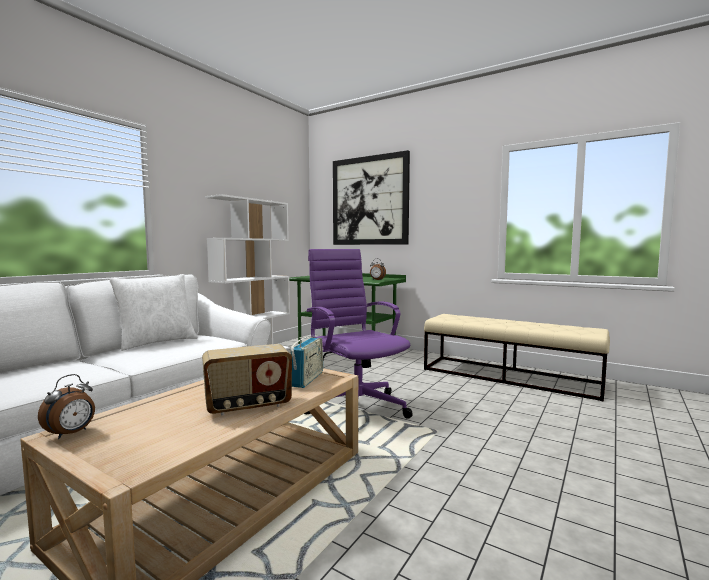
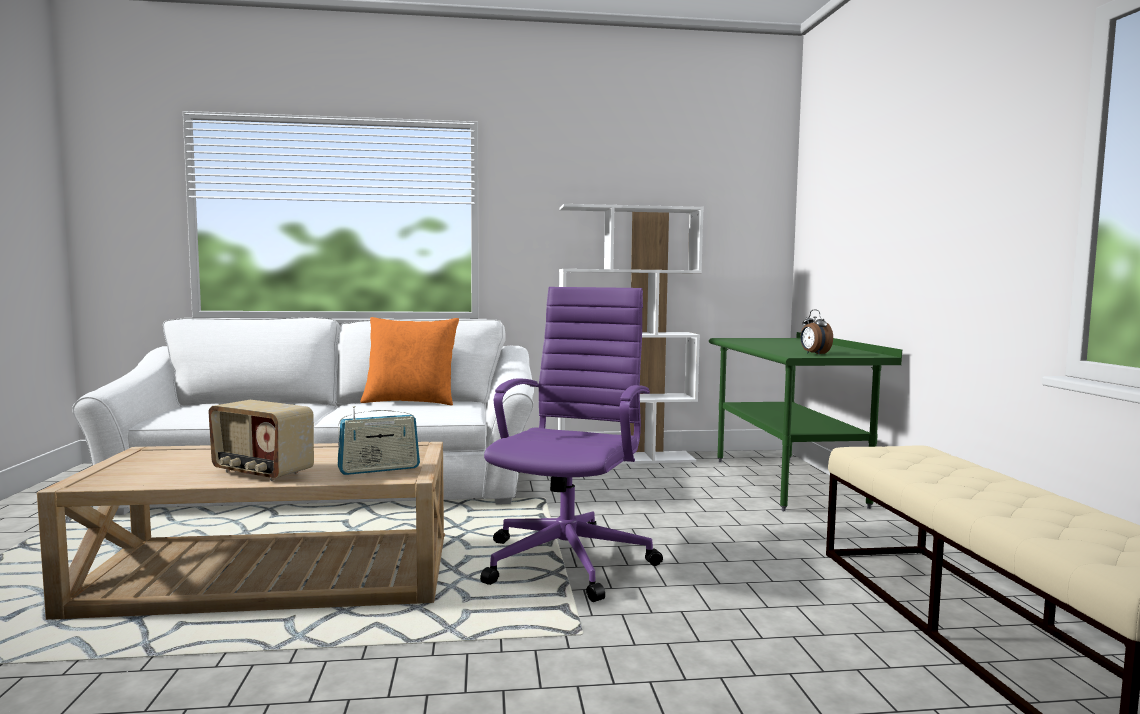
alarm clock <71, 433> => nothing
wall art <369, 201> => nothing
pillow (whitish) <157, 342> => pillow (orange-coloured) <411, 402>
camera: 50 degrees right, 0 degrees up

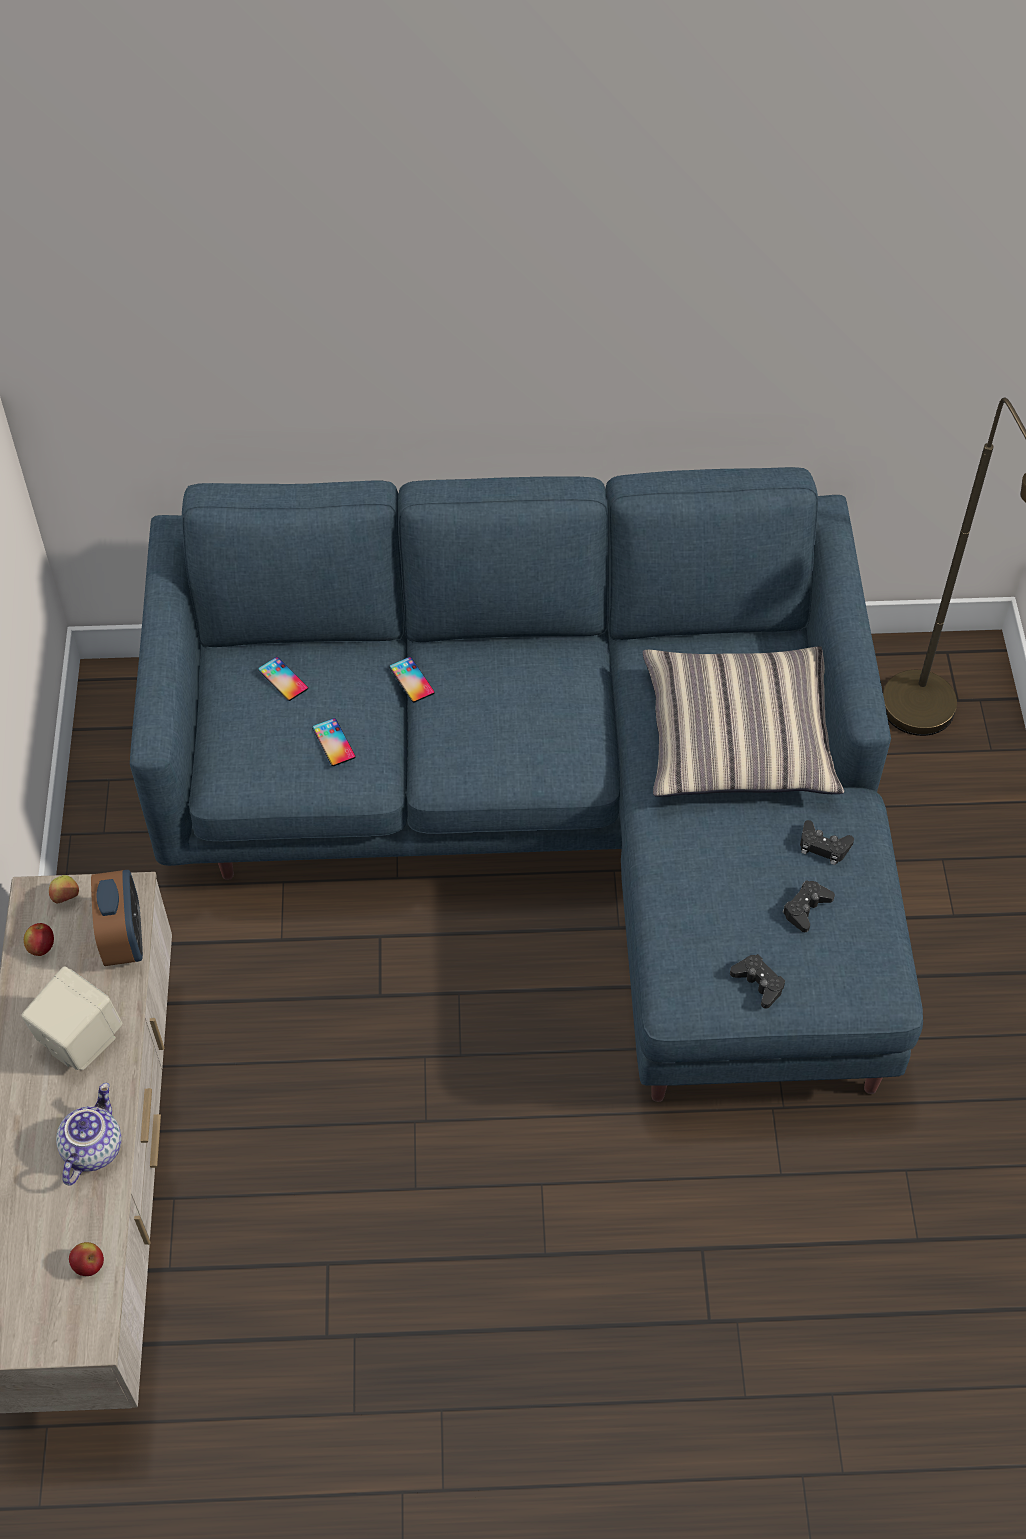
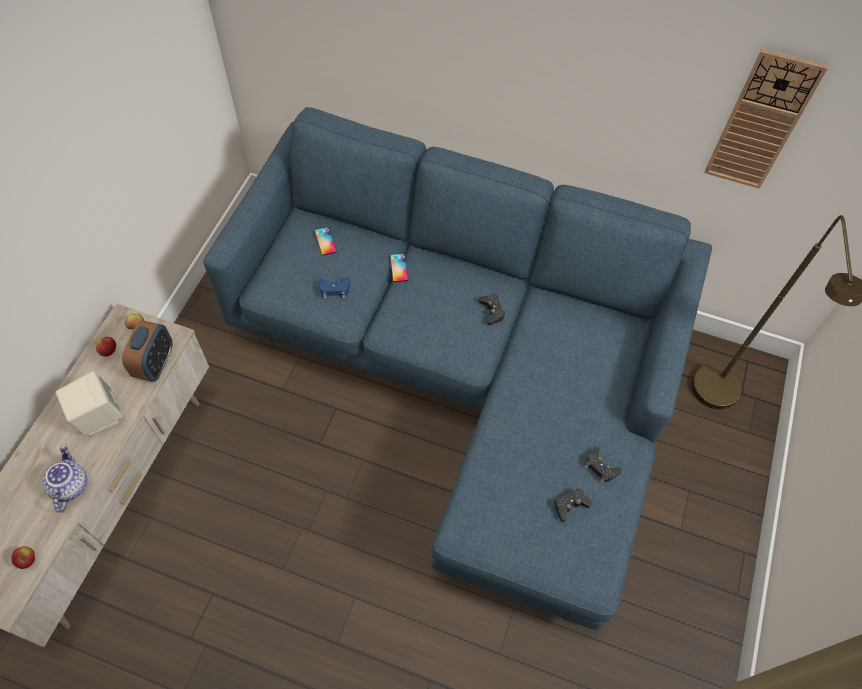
pillow <738, 737> => nothing
nothing => clock on the wall <761, 122>
gamepad (black-coloured) <758, 983> => gamepad (black-coloured) <492, 311>, moved
handset <333, 742> => gamepad (blue) <334, 289>
teapot <92, 1148> => teapot <69, 486>, 45 degrees counterclockwise
camera: 20 degrees right, 5 degrees up

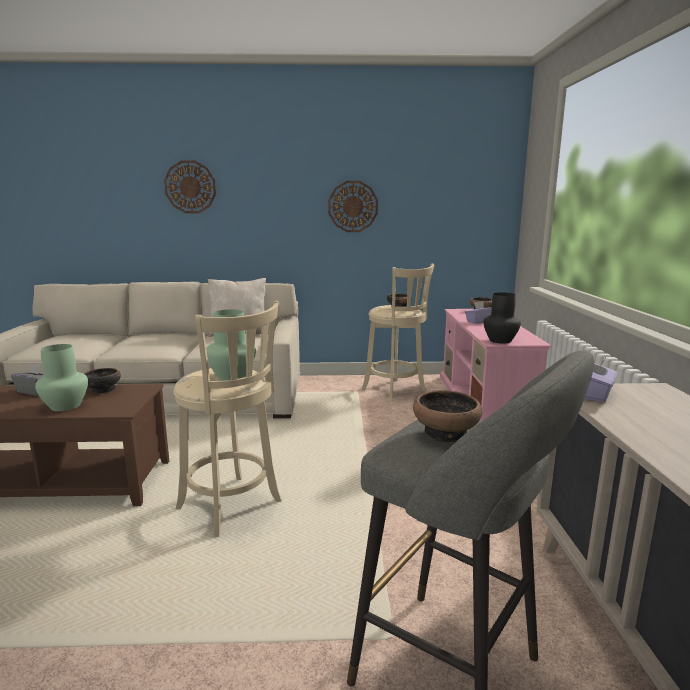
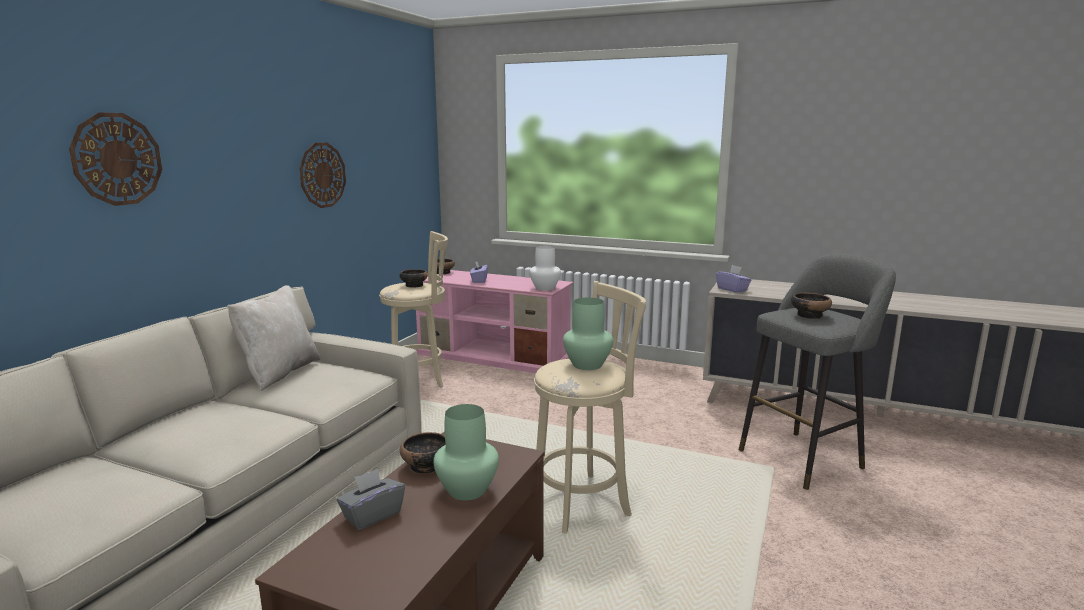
decorative vase (black-coloured) <500, 341> => decorative vase (whitish) <545, 288>
camera: 65 degrees left, 0 degrees up

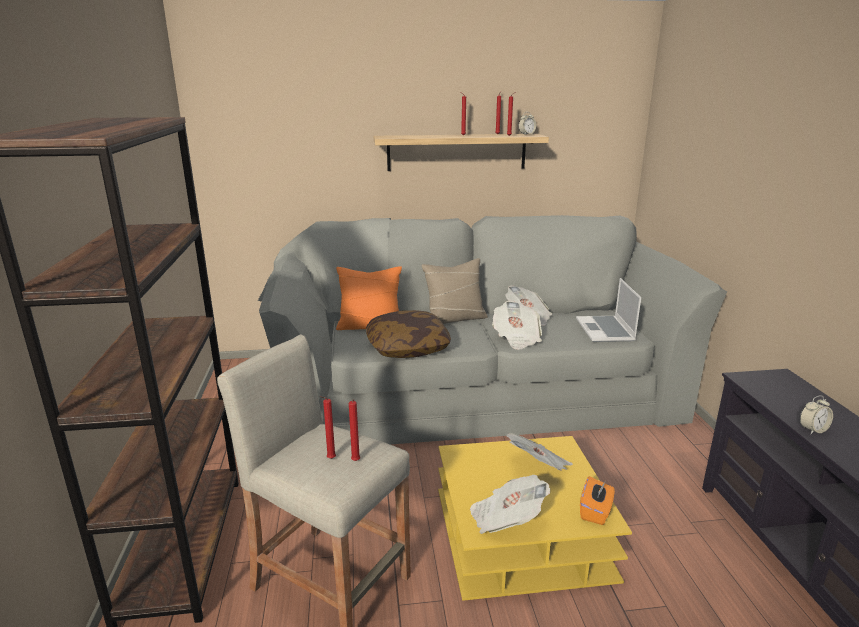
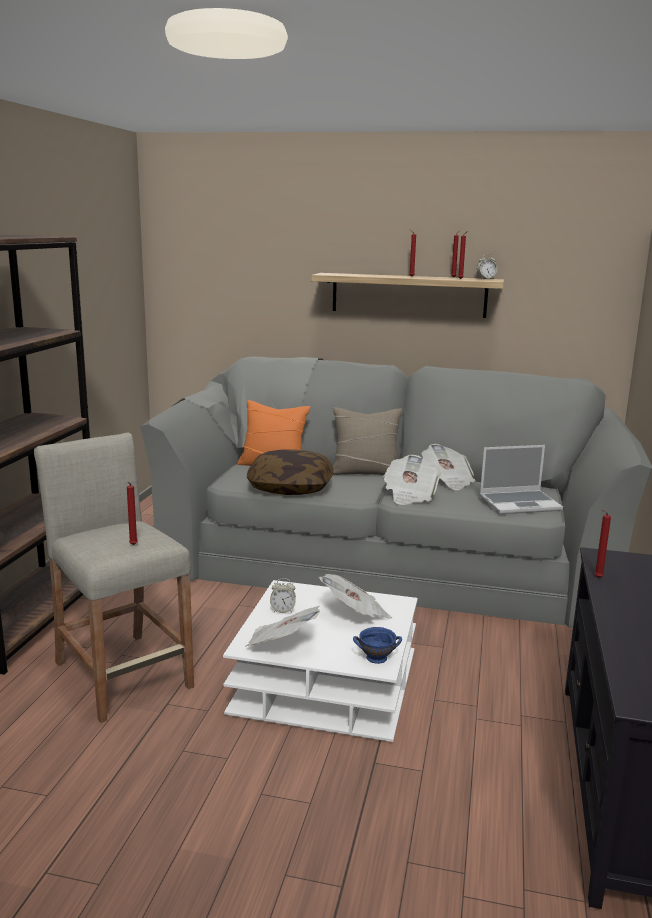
wax candle (reddish) <330, 459> => wax candle (reddish) <597, 578>, moved
alarm clock <812, 430> => alarm clock <283, 610>, moved
tissue box (orange-coloured) <595, 511> => deep dish (blue) <375, 657>
coffee table (yellowish) <521, 534> => coffee table (whitish) <326, 682>
notebook computer <606, 330> => notebook computer <520, 503>, 120 degrees counterclockwise
camera: 20 degrees right, 5 degrees down

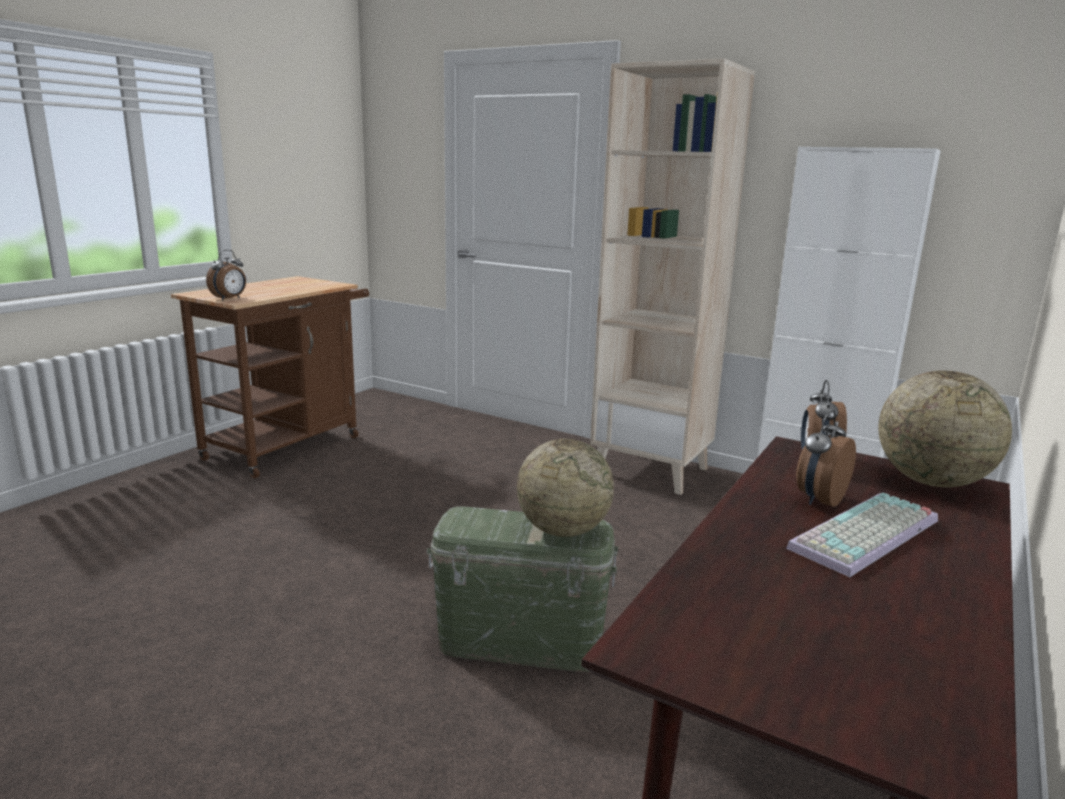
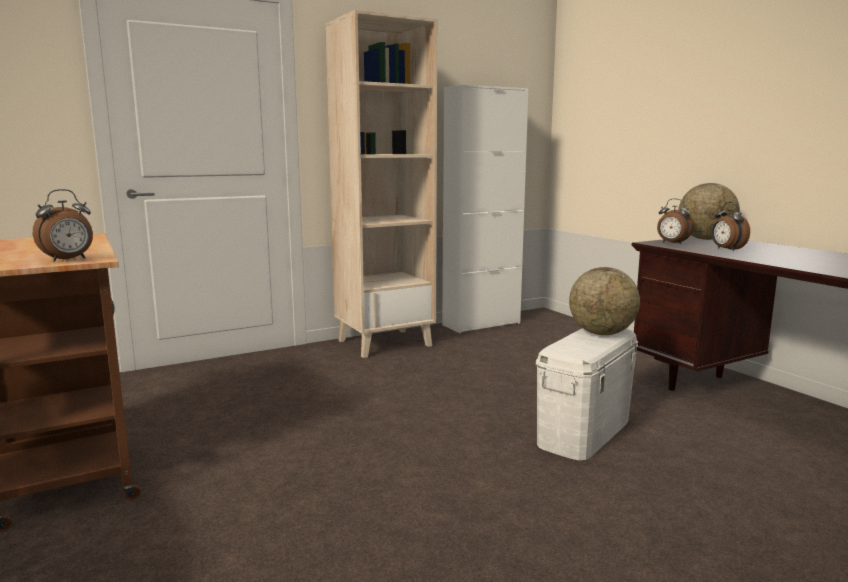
PC keyboard <867, 536> => nothing
storage box (greenish) <521, 641> => storage box (whitish) <584, 432>
alarm clock <230, 299> => alarm clock <69, 260>, 75 degrees clockwise
camera: 60 degrees left, 5 degrees down

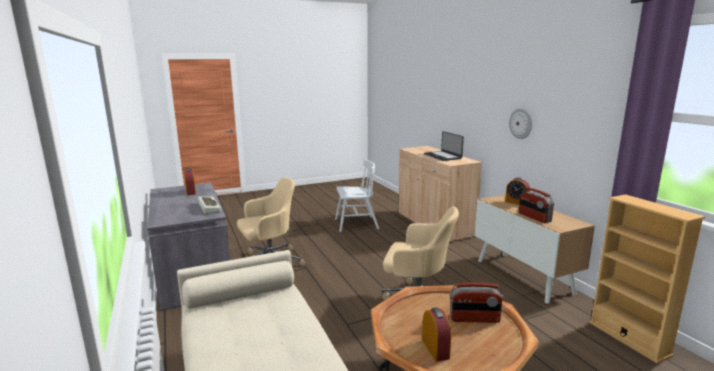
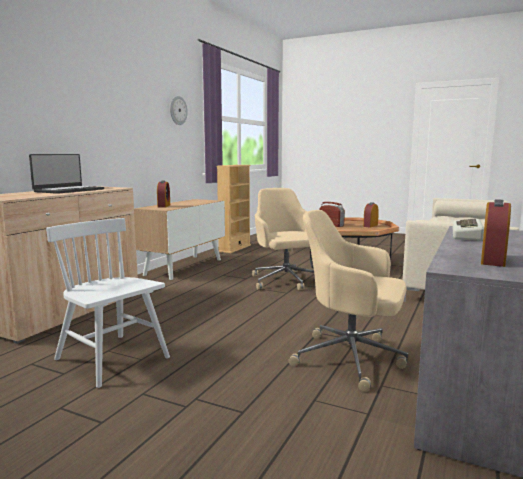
radio set <534, 217> => nothing
clock on the wall <521, 123> => clock on the wall <178, 110>, moved
camera: 130 degrees left, 5 degrees down

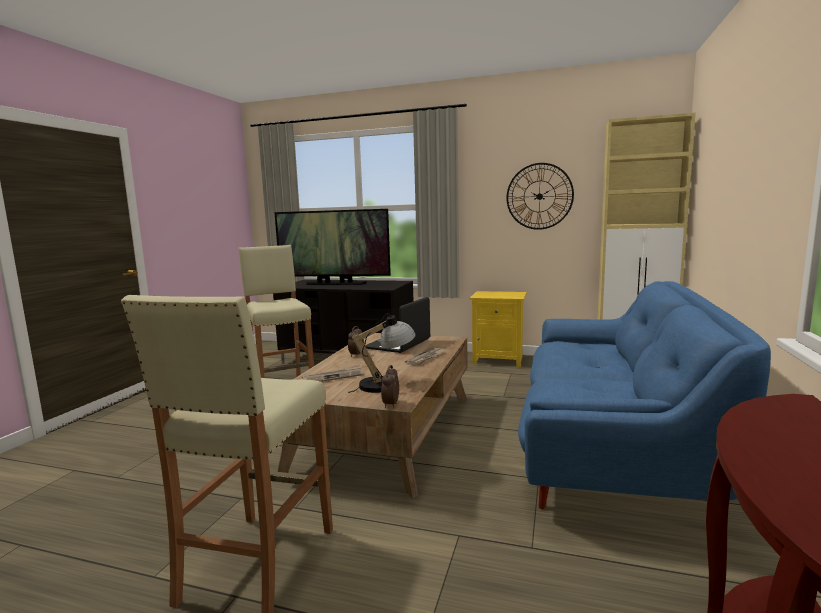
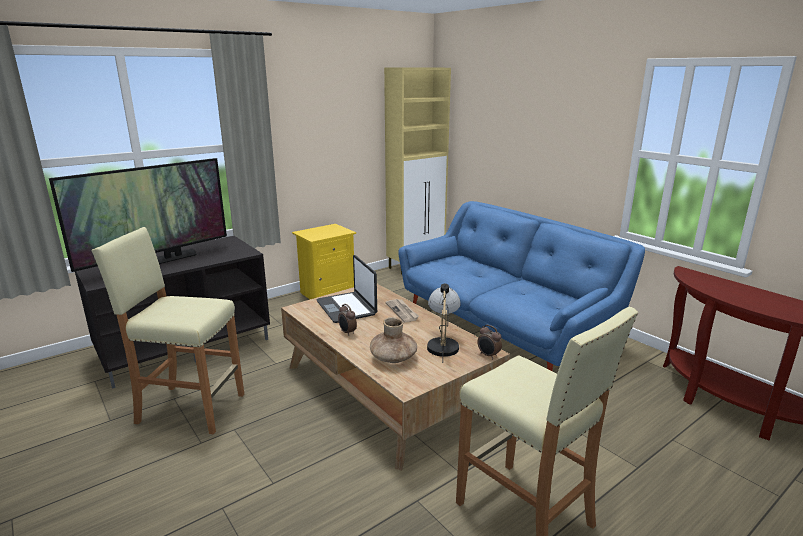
clock on the wall <539, 196> => nothing
newspaper <333, 377> => decorative vase (brownish) <393, 358>
camera: 55 degrees left, 10 degrees up

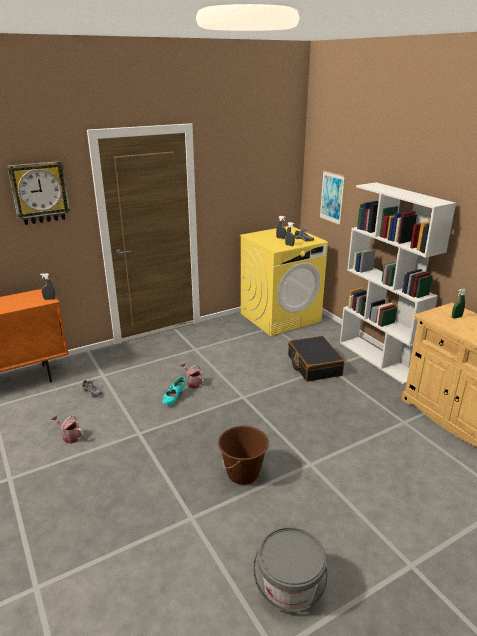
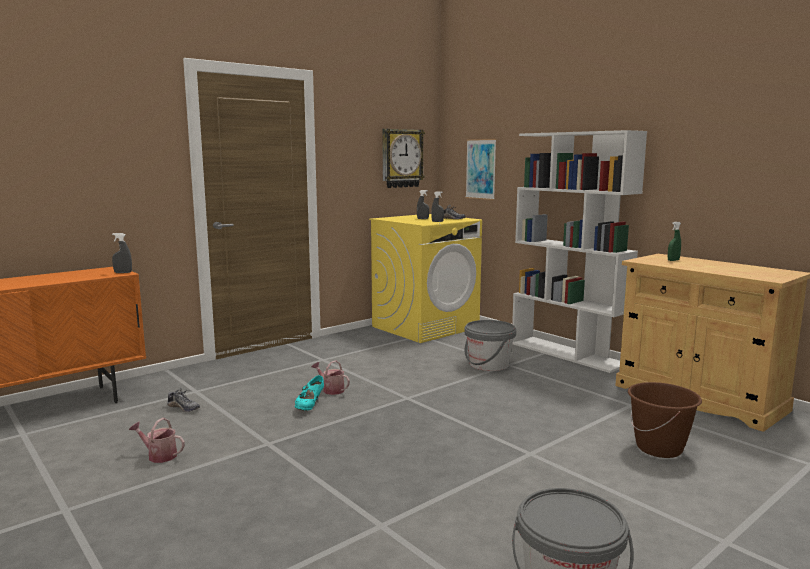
clock on the wall <40, 192> => clock on the wall <401, 158>, moved
pail (brownish) <243, 474> => pail (brownish) <659, 448>, moved
travel case (black-coloured) <314, 365> => pail (grey) <489, 364>
camera: 10 degrees left, 15 degrees down

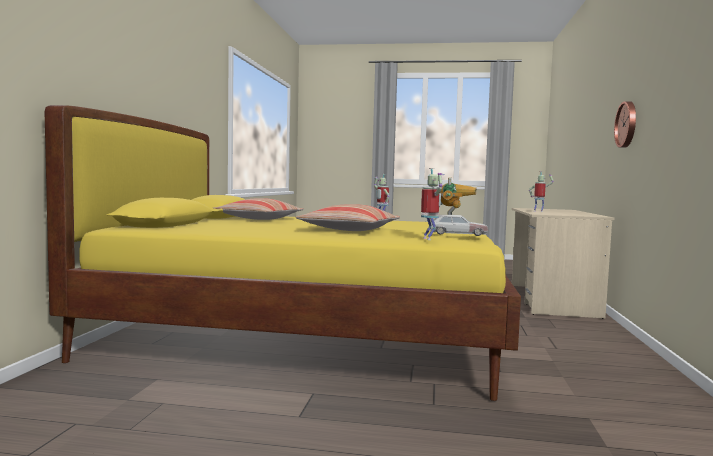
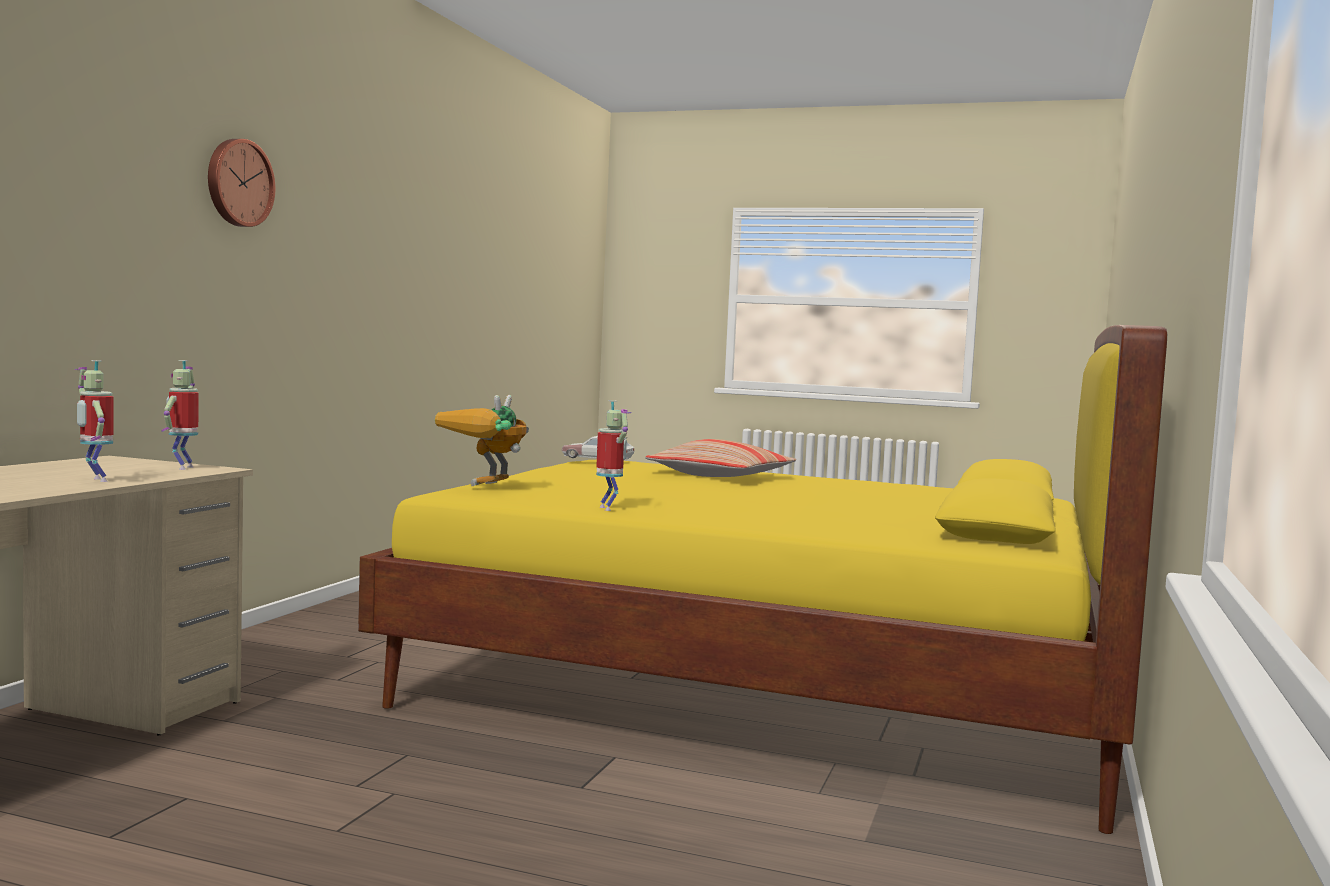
pillow <258, 219> => nothing
toy robot <429, 239> => toy robot <182, 467>, moved
clock on the wall <627, 124> => clock on the wall <238, 183>, moved
camera: 170 degrees left, 0 degrees up

